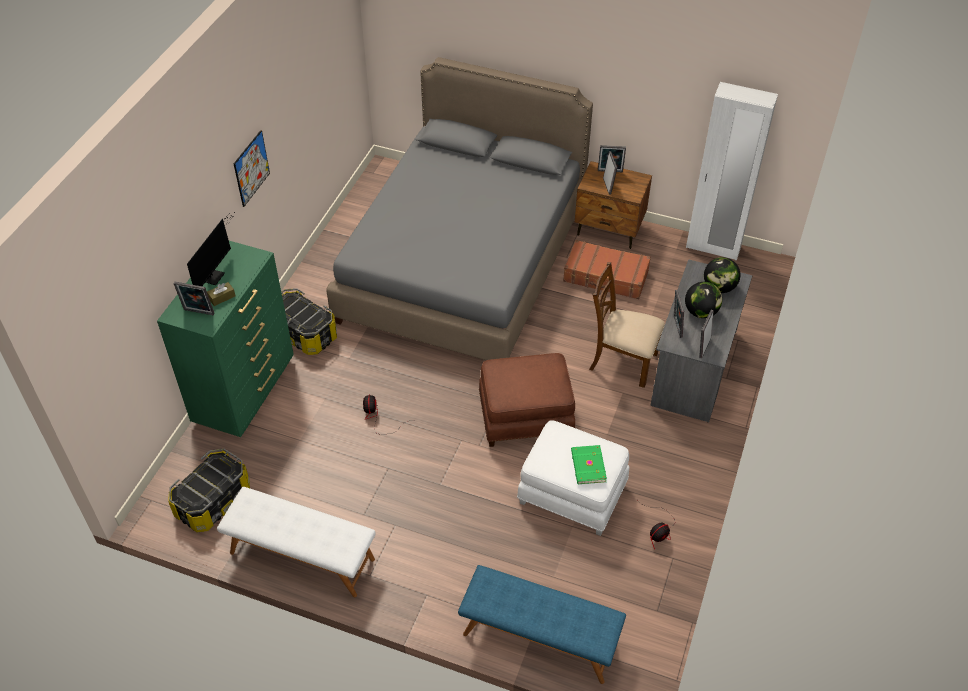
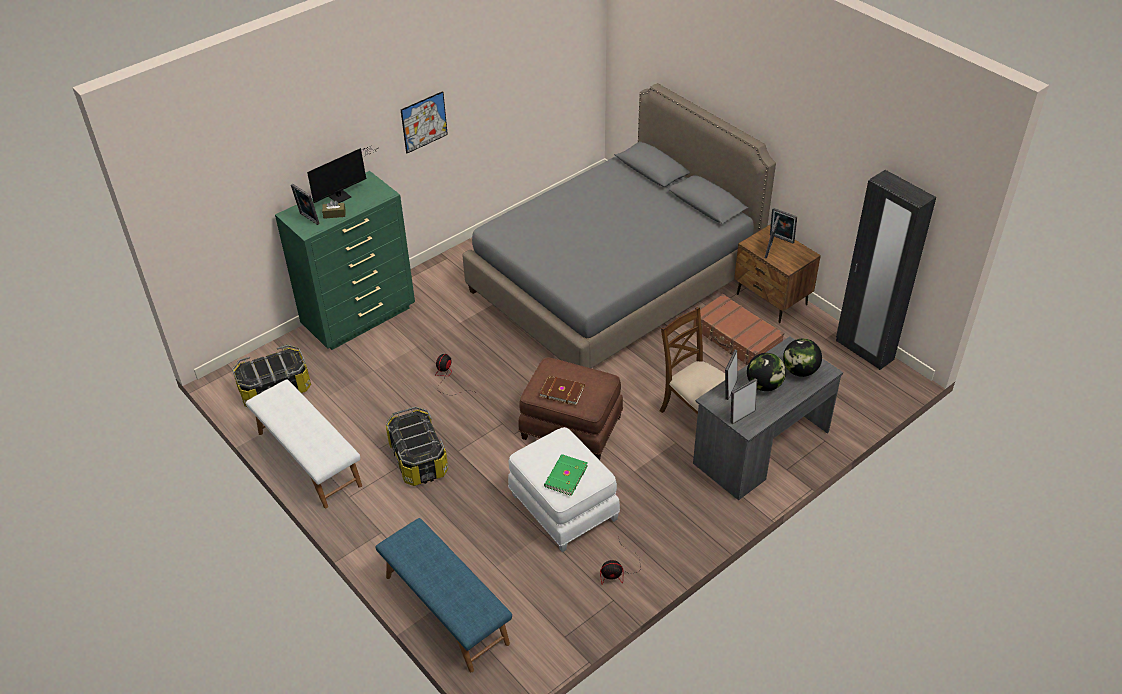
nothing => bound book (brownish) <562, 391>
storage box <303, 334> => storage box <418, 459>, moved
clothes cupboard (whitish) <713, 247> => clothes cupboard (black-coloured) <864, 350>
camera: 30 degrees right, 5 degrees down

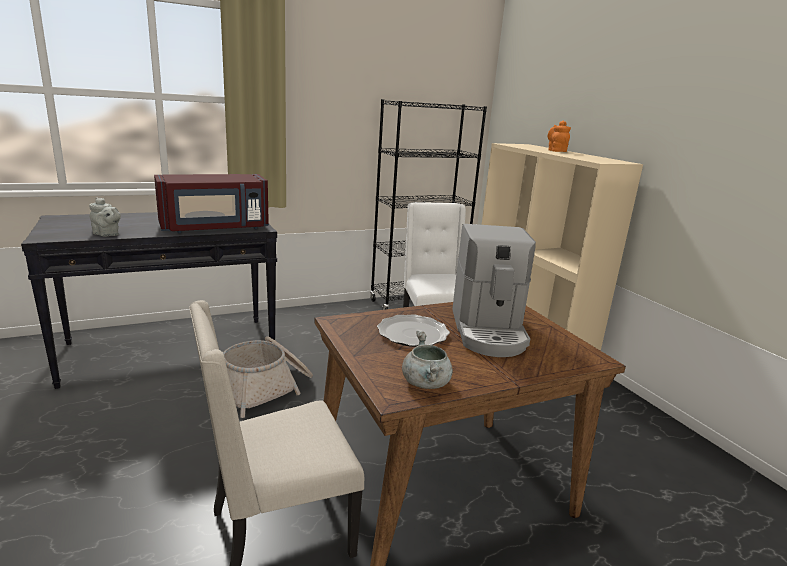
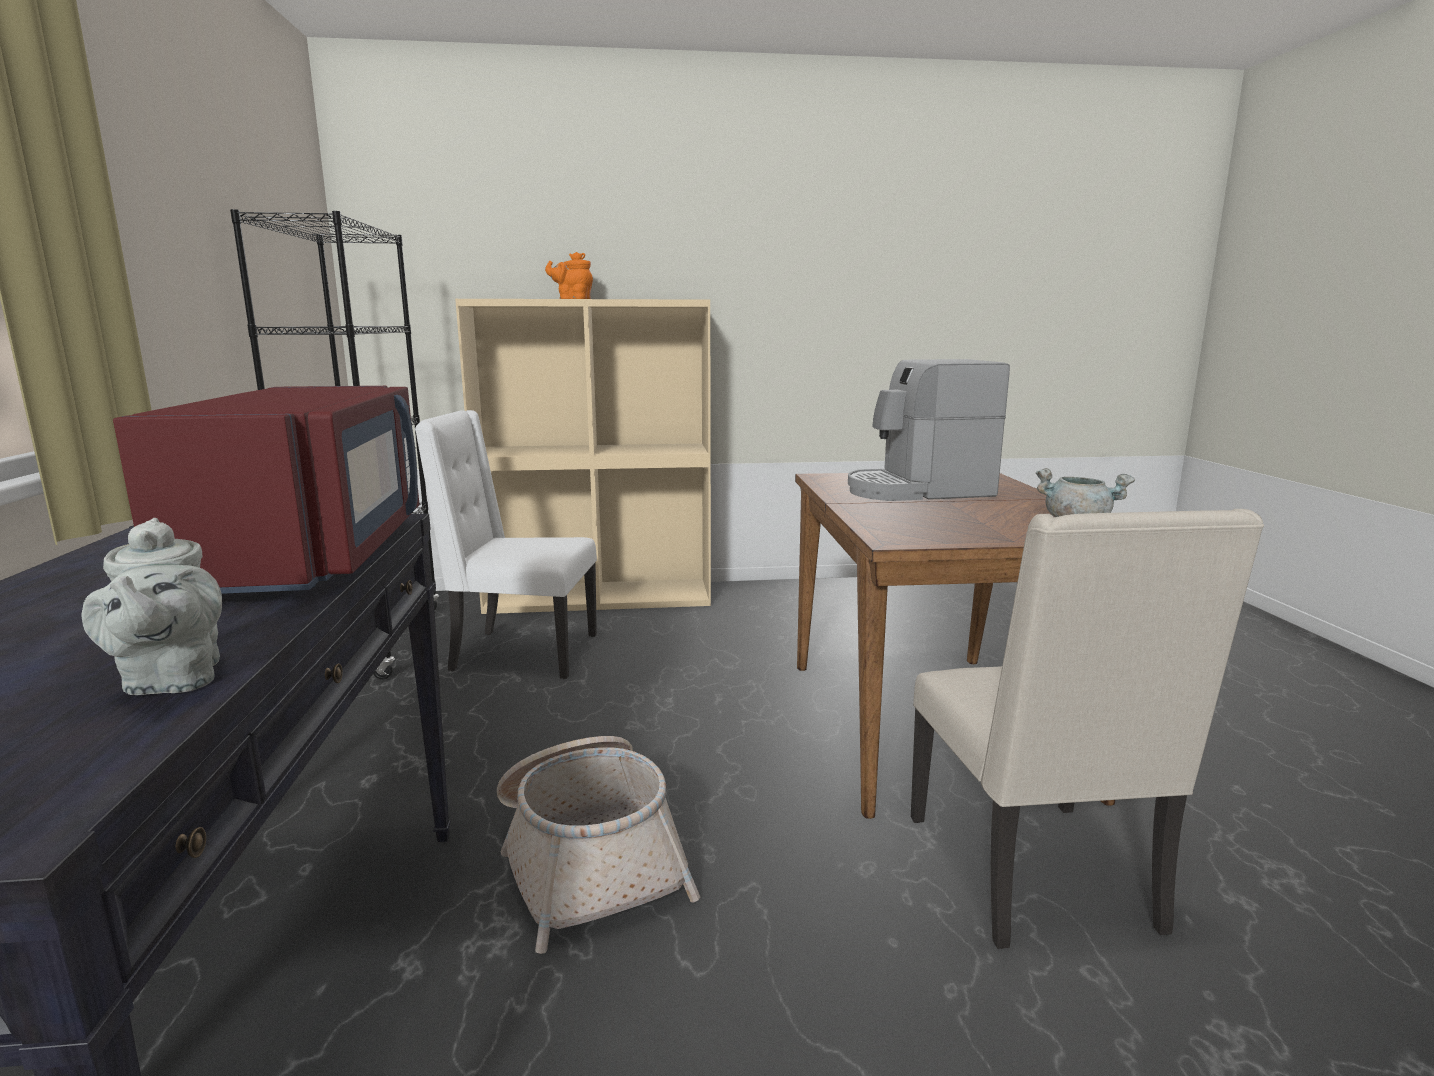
plate <412, 333> => nothing
teapot (grey) <107, 234> => teapot (grey) <171, 680>, 105 degrees clockwise
coffee machine <488, 331> => coffee machine <918, 491>, 150 degrees clockwise
camera: 70 degrees left, 5 degrees down

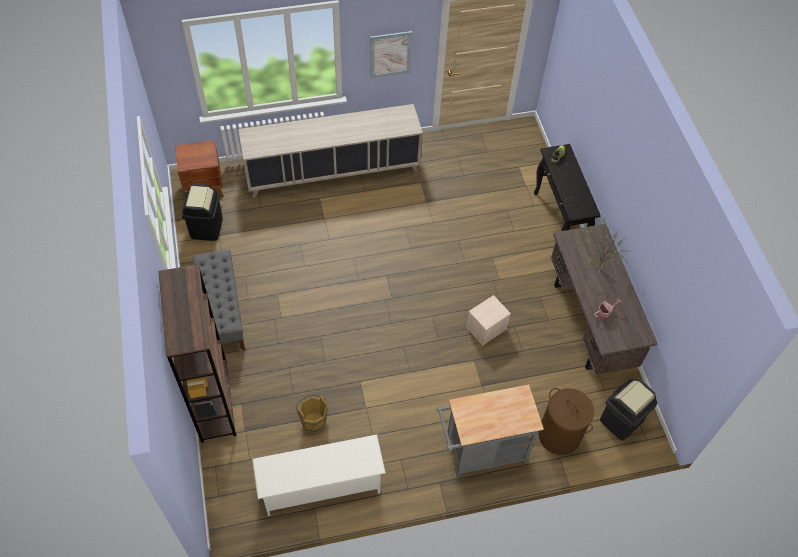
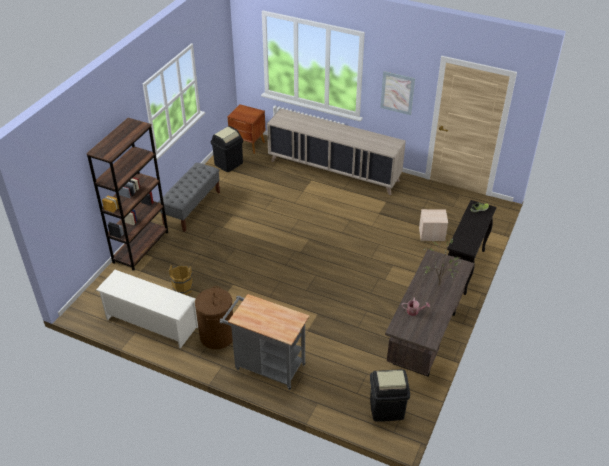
storage box (beige) <486, 328> => storage box (beige) <431, 234>, moved
hamper (brownish) <559, 435> => hamper (brownish) <217, 336>, moved
camera: 40 degrees right, 15 degrees down

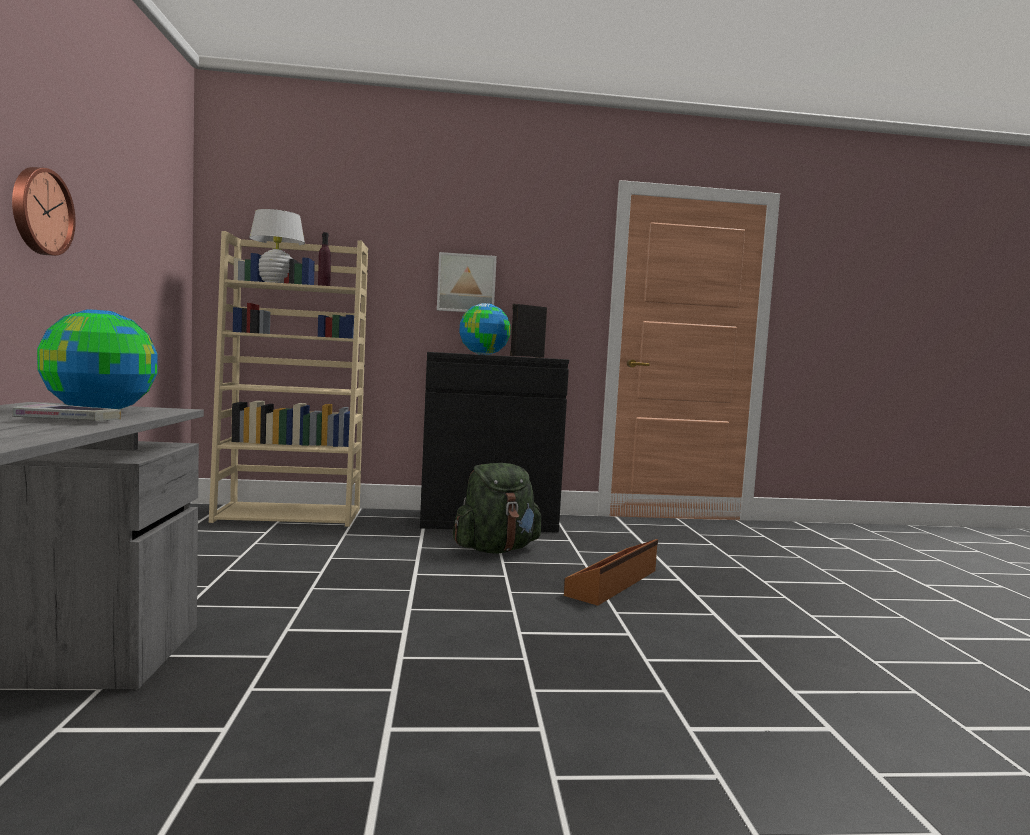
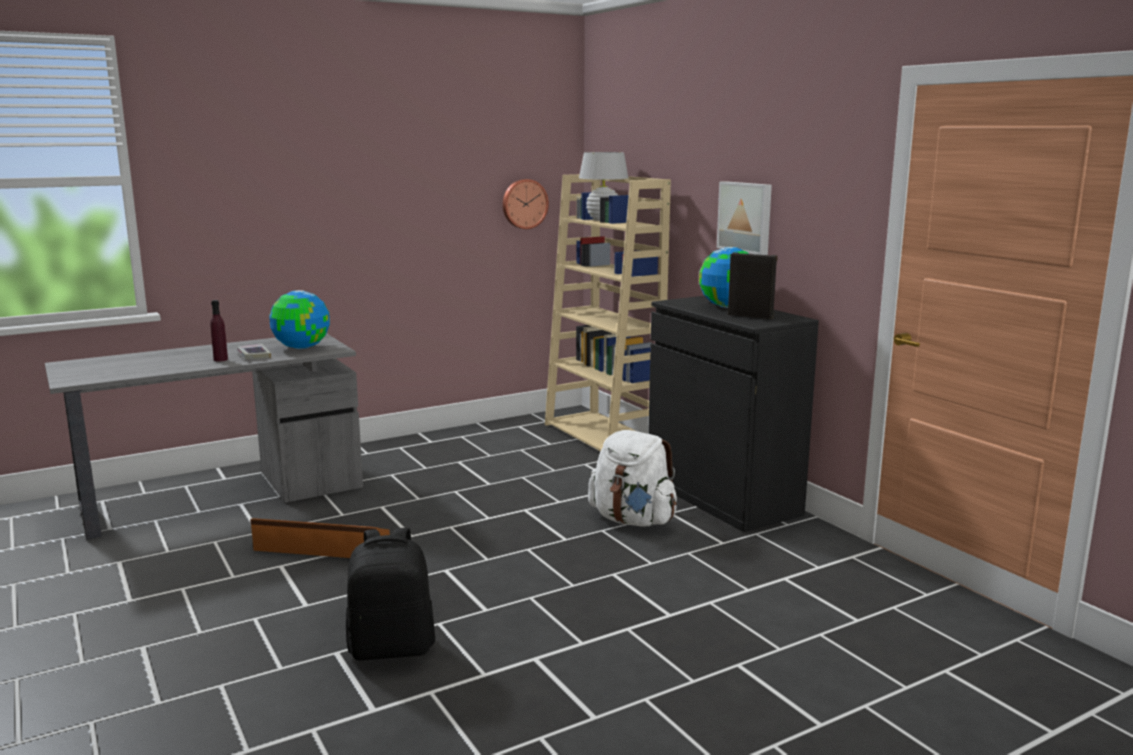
nothing => rucksack (black-coloured) <392, 648>
clock on the wall <40, 211> => clock on the wall <524, 204>, moved
drink bottle (purplish) <324, 286> => drink bottle (purplish) <220, 359>, moved
storage box (brownish) <614, 583> => storage box (brownish) <321, 548>, moved
rucksack (greenish) <496, 549> => rucksack (whitish) <633, 520>
camera: 65 degrees right, 10 degrees up

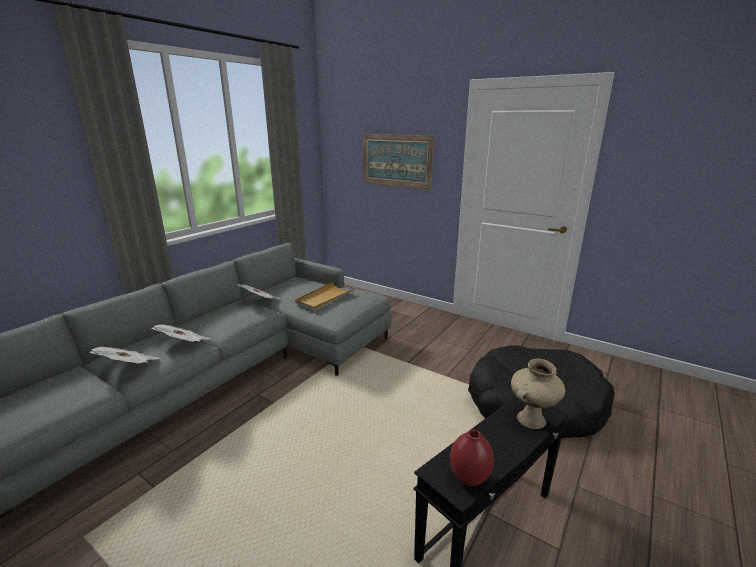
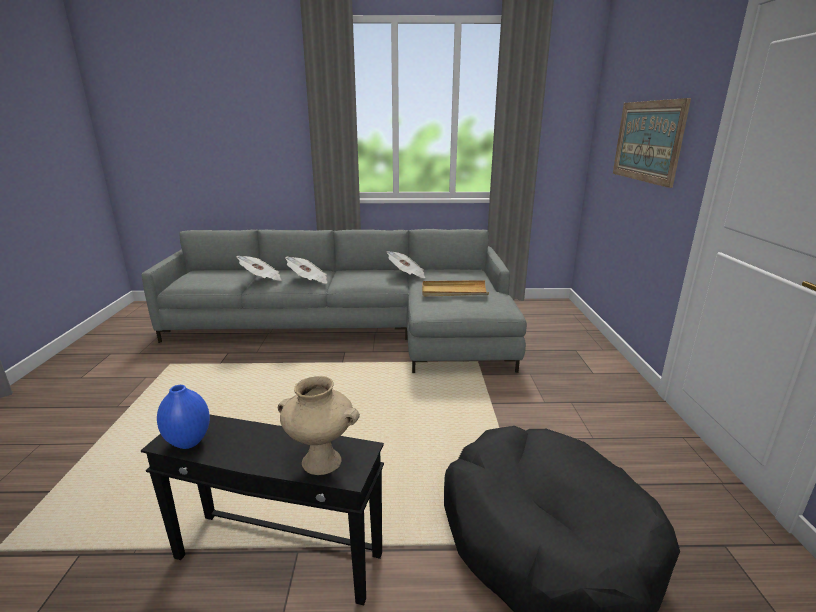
decorative vase (reddish) <469, 478> => decorative vase (blue) <189, 442>
camera: 55 degrees right, 0 degrees up

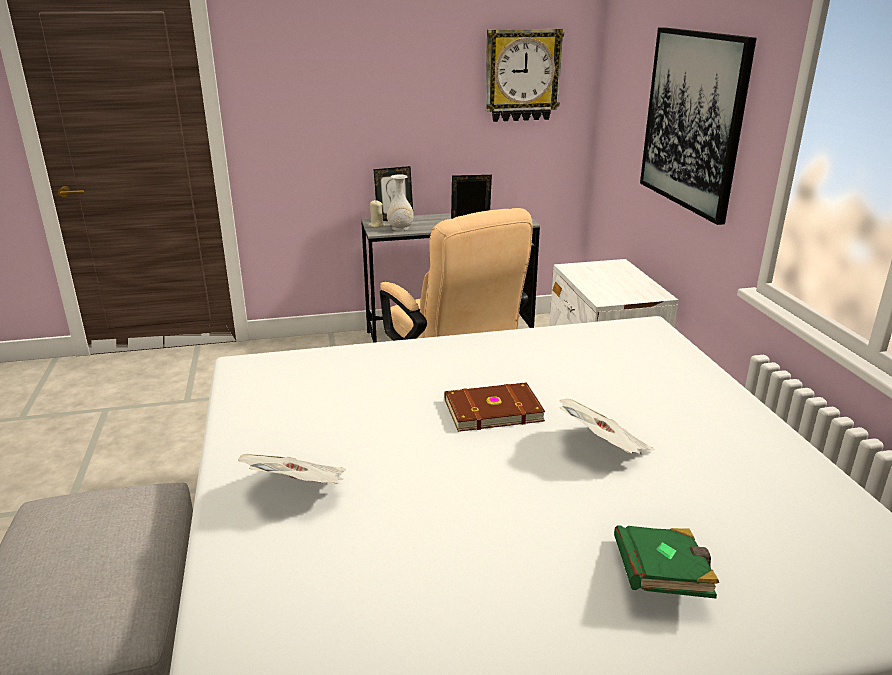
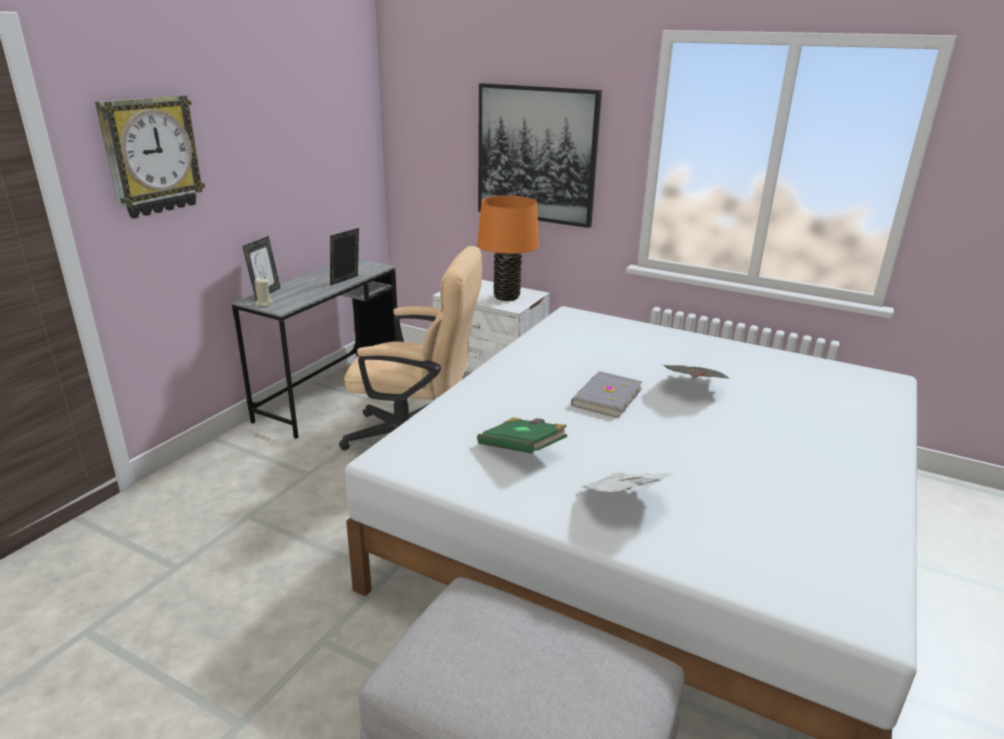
decorative vase (whitish) <400, 228> => nothing
nothing => tabletop lamp (orange-coloured) <506, 297>
clock on the wall <522, 75> => clock on the wall <151, 156>, moved
bound book (greenish) <661, 578> => bound book (greenish) <522, 449>, moved
bound book (brownish) <492, 409> => bound book (grey) <605, 397>
camera: 50 degrees left, 0 degrees up

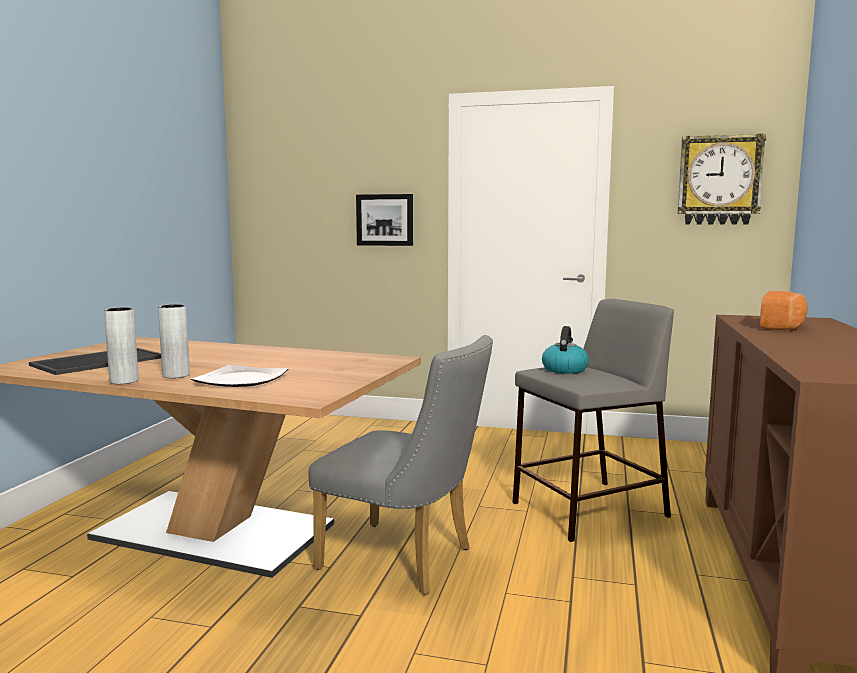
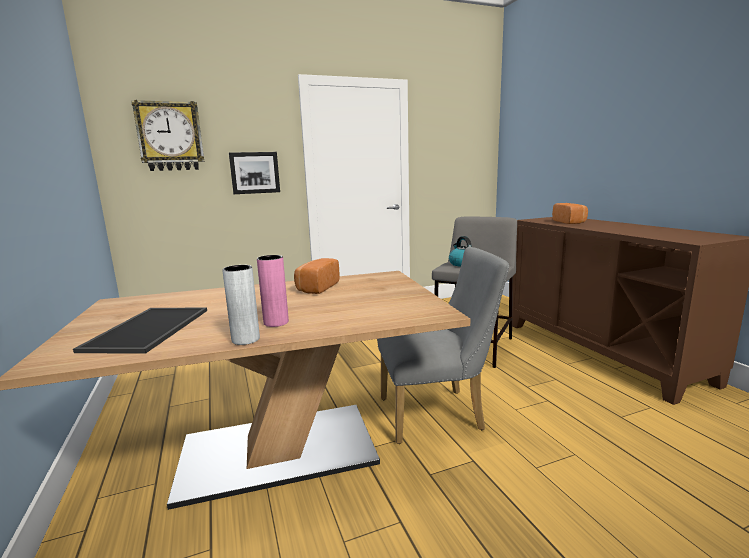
plate <241, 380> => nothing
nothing => baked bread <316, 287>
clock on the wall <719, 180> => clock on the wall <170, 136>, moved
decorative vase (grey) <176, 375> => decorative vase (pink-coloured) <276, 322>
camera: 35 degrees left, 5 degrees up

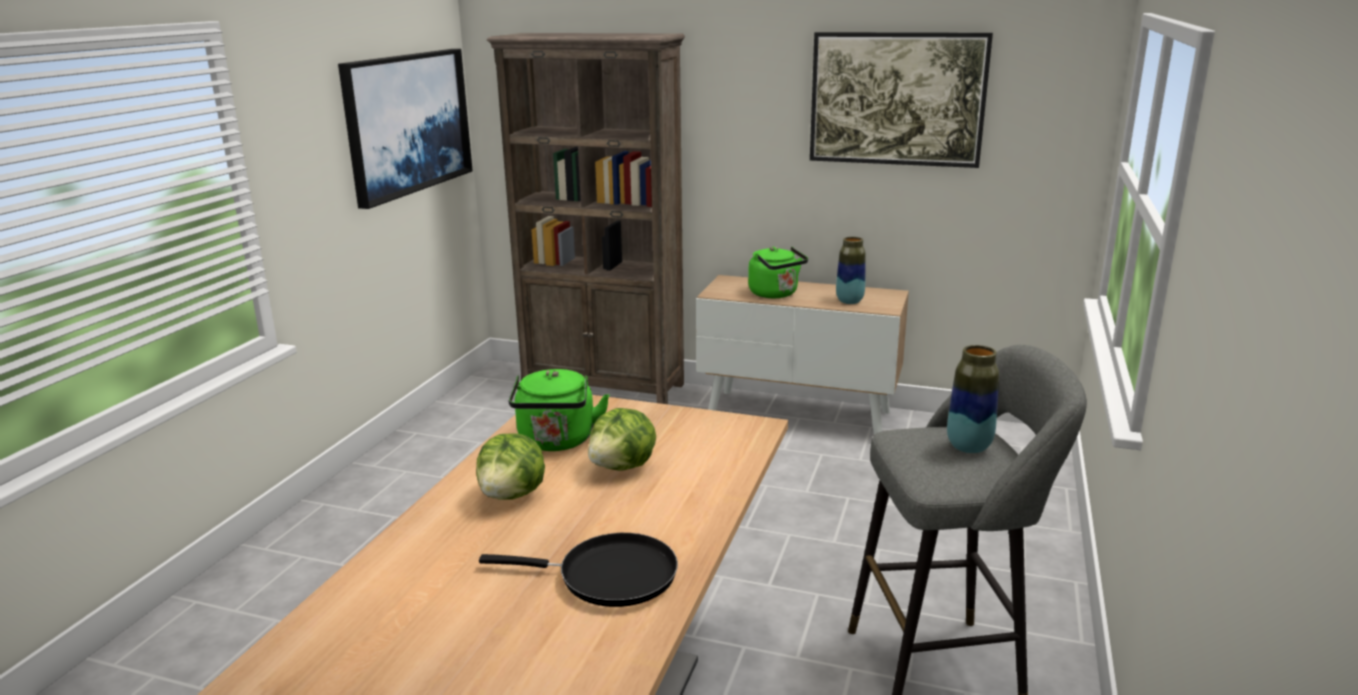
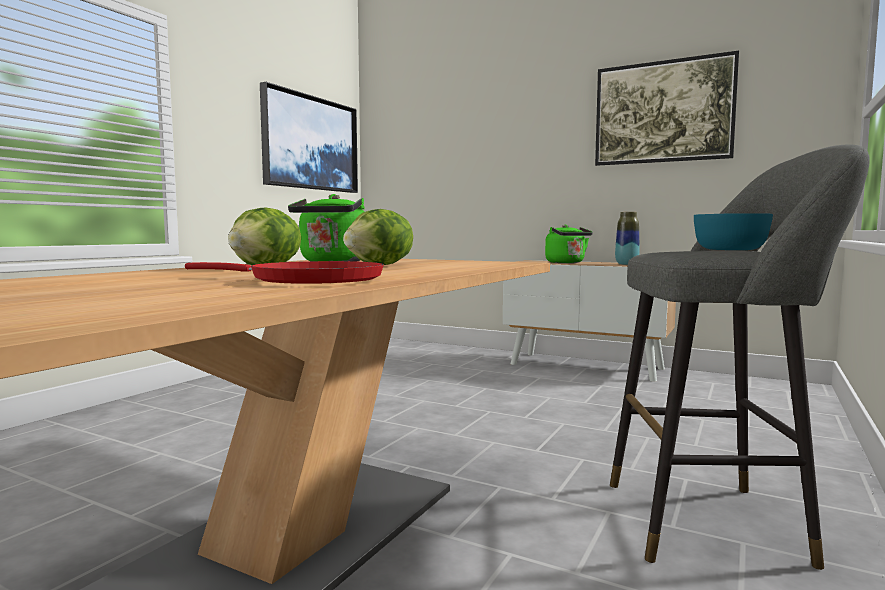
shelving unit (brownish) <604, 386> => nothing
decorative vase <968, 447> => deep dish (blue-green) <731, 249>
pan (black-coloured) <609, 576> => pan (reddish) <308, 280>
camera: 10 degrees right, 15 degrees down

